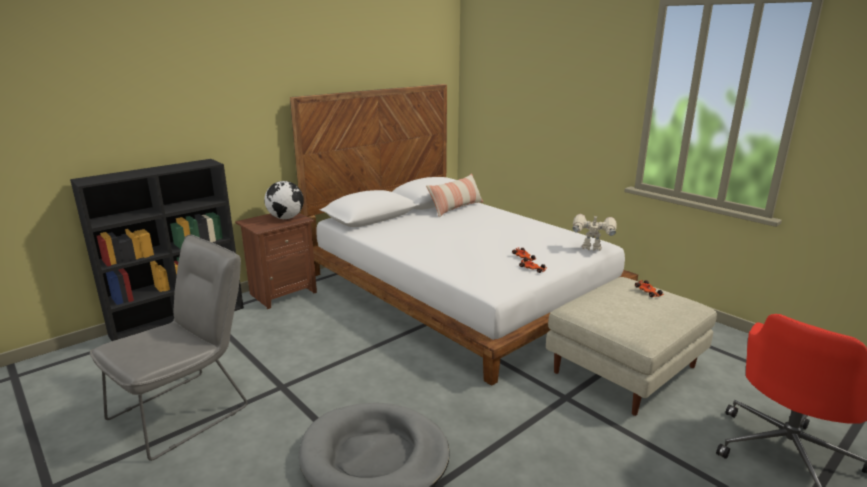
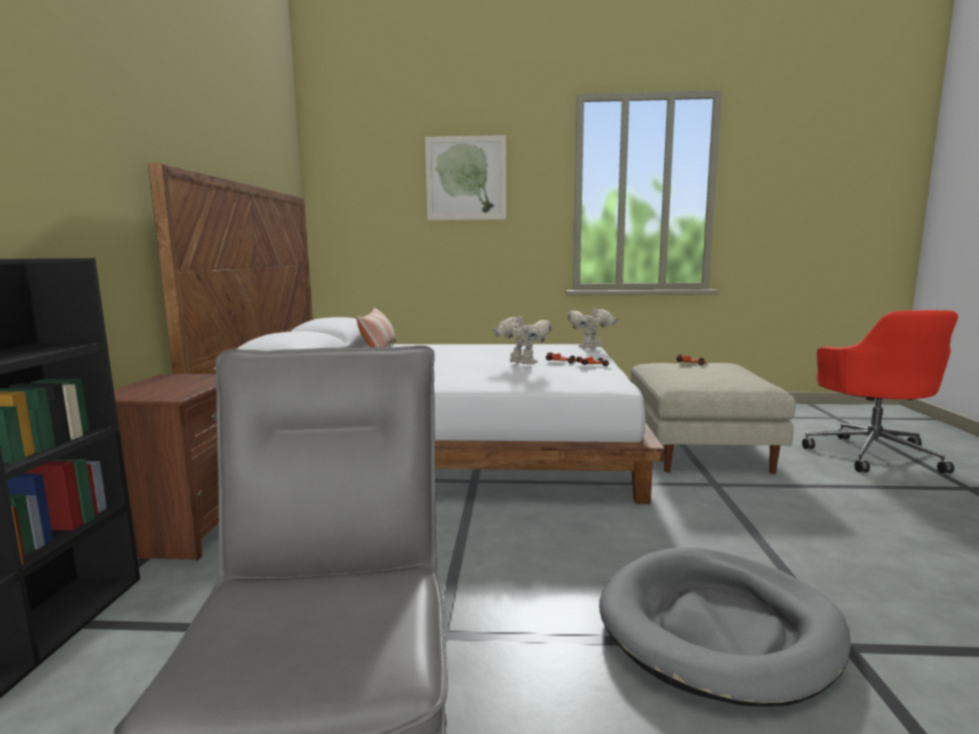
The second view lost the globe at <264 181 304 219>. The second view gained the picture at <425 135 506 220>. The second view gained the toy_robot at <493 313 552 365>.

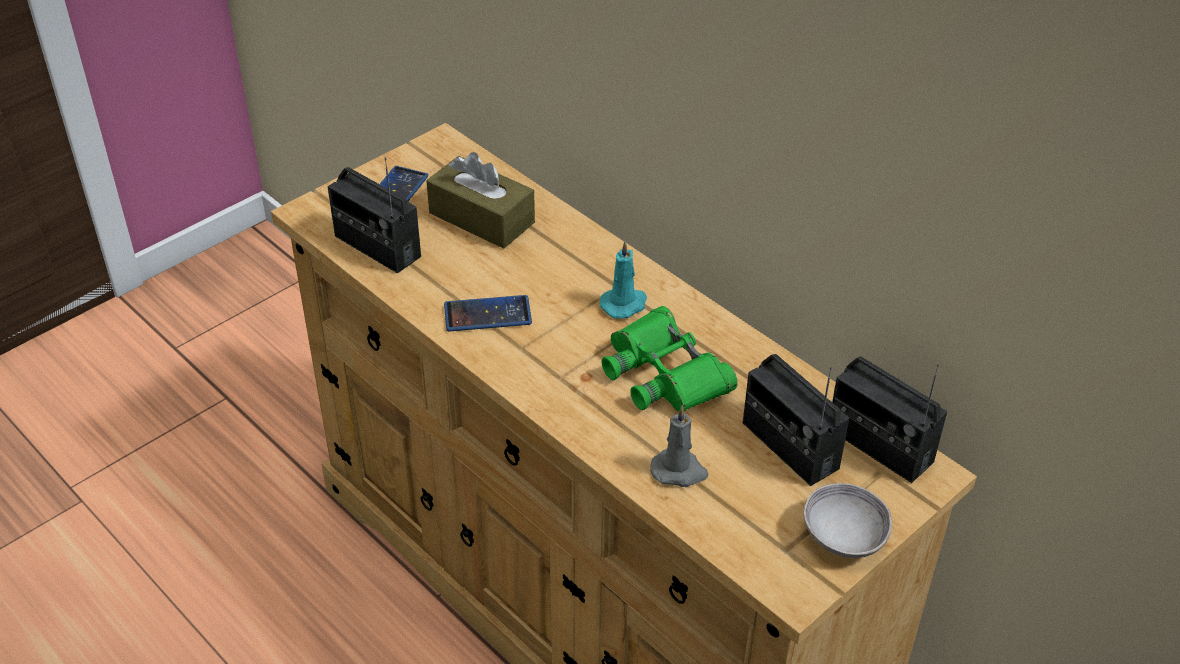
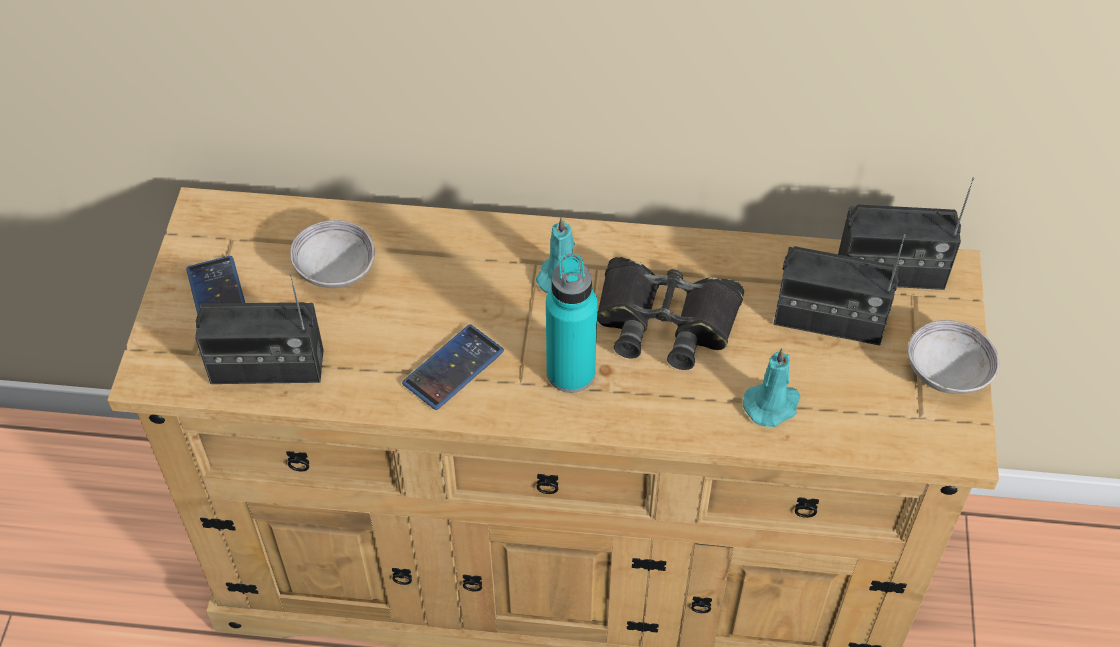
Where the brown_tissue_box stood at <426 152 535 249>, the grey_bowl came to stand at <290 220 375 288>. What was the green_binoculars at <601 306 738 412> turned into the black_binoculars at <597 257 744 370>. What was the grey_candle at <650 405 709 487> turned into the turquoise_candle at <743 347 800 427>. The second view gained the turquoise_bottle at <546 254 598 393>.

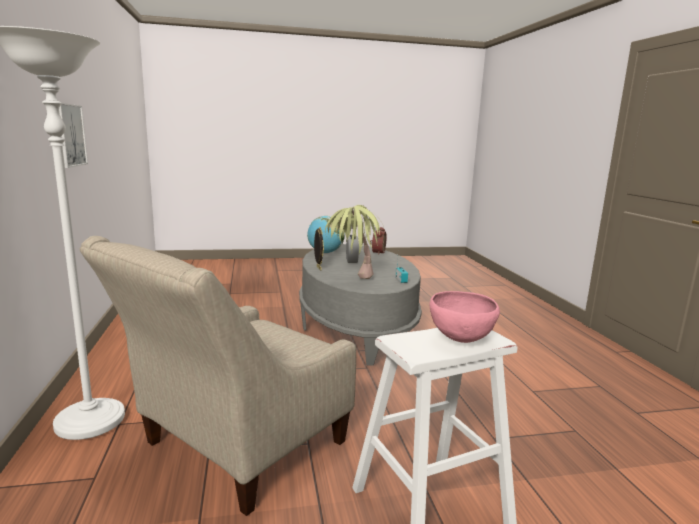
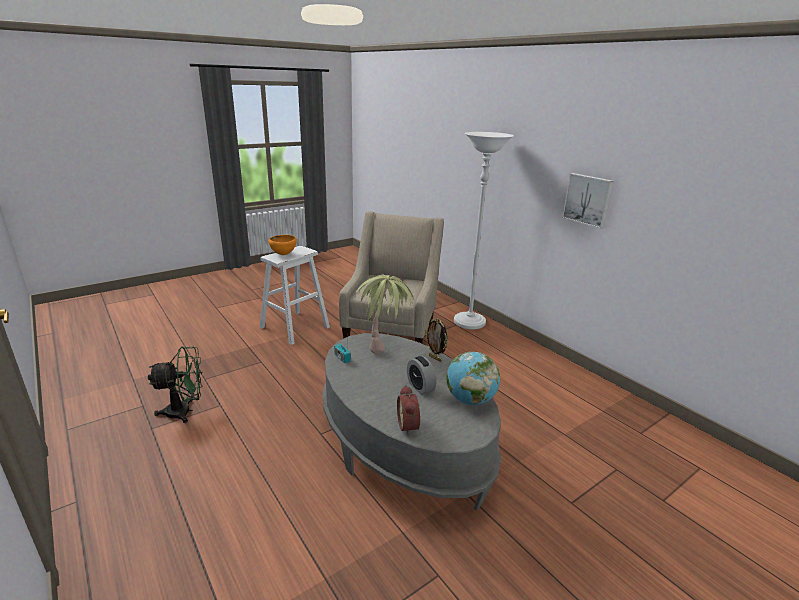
What was the pink_bowl at <430 291 500 343> turned into the orange_bowl at <269 235 297 255>. The second view gained the green_fan at <148 346 202 423>.

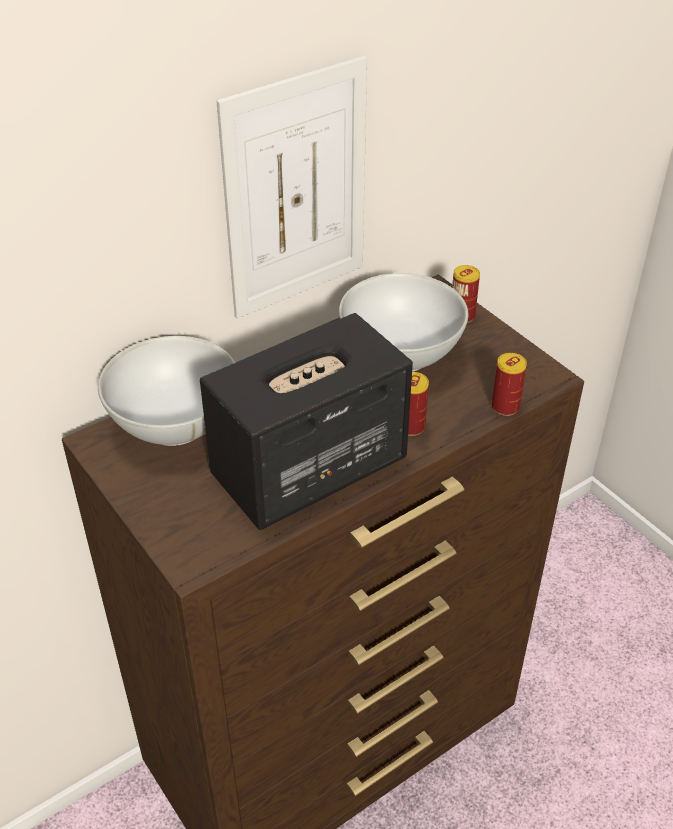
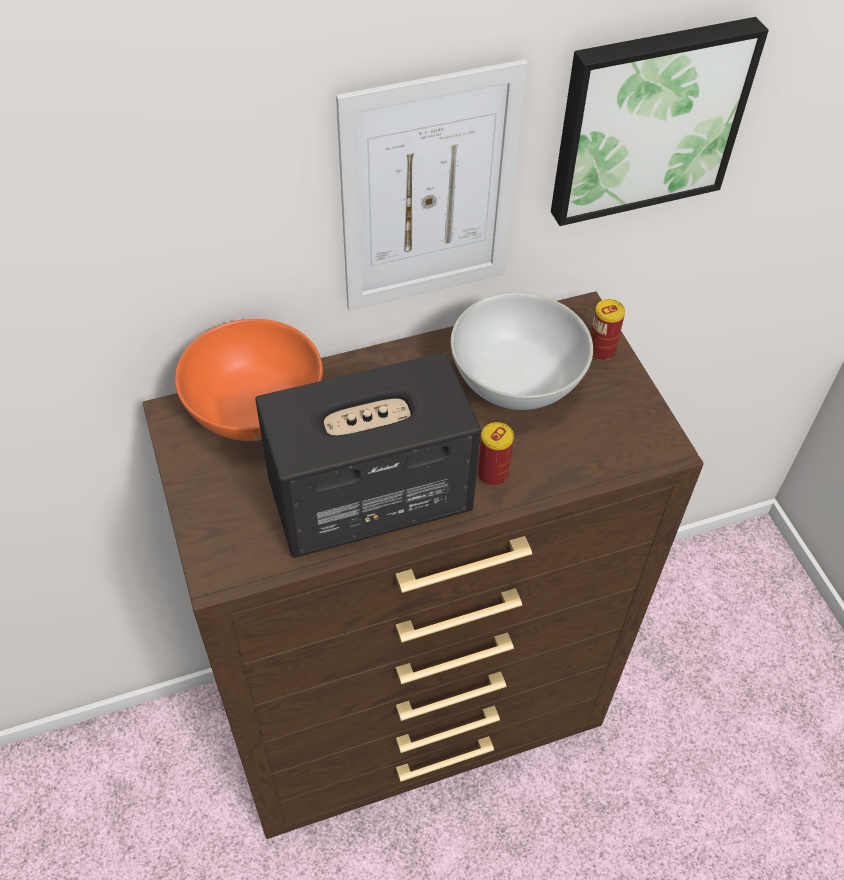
What was the white_bowl at <98 336 235 446> turned into the orange_bowl at <175 319 323 441>. The second view lost the can at <491 353 527 416>. The second view gained the picture at <551 17 769 226>.

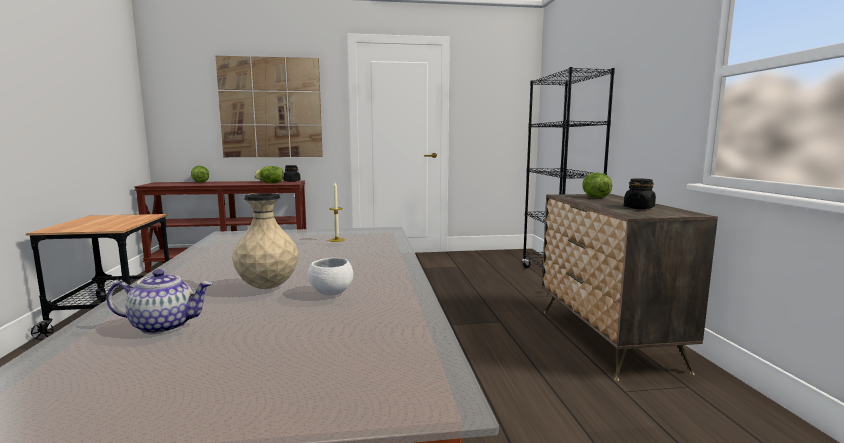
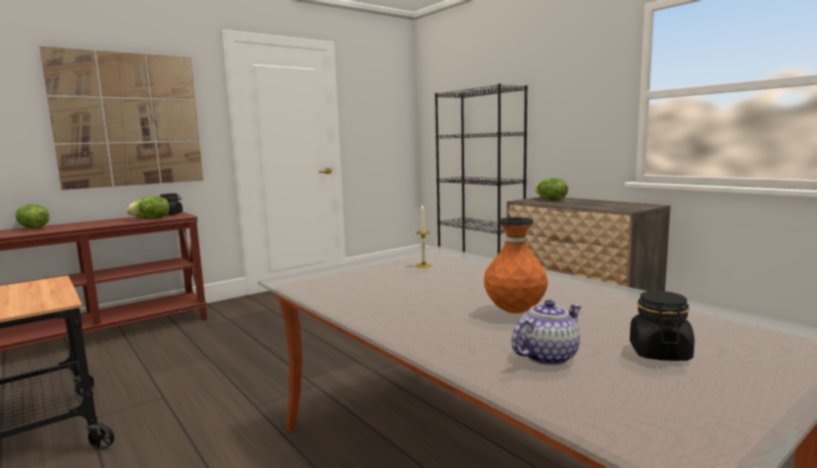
The black_jar ended up elsewhere, having gone from <624 178 656 209> to <630 291 694 361>. What was the beige_vase at <232 193 298 289> turned into the orange_vase at <484 217 548 313>. The second view lost the white_bowl at <308 258 353 296>.

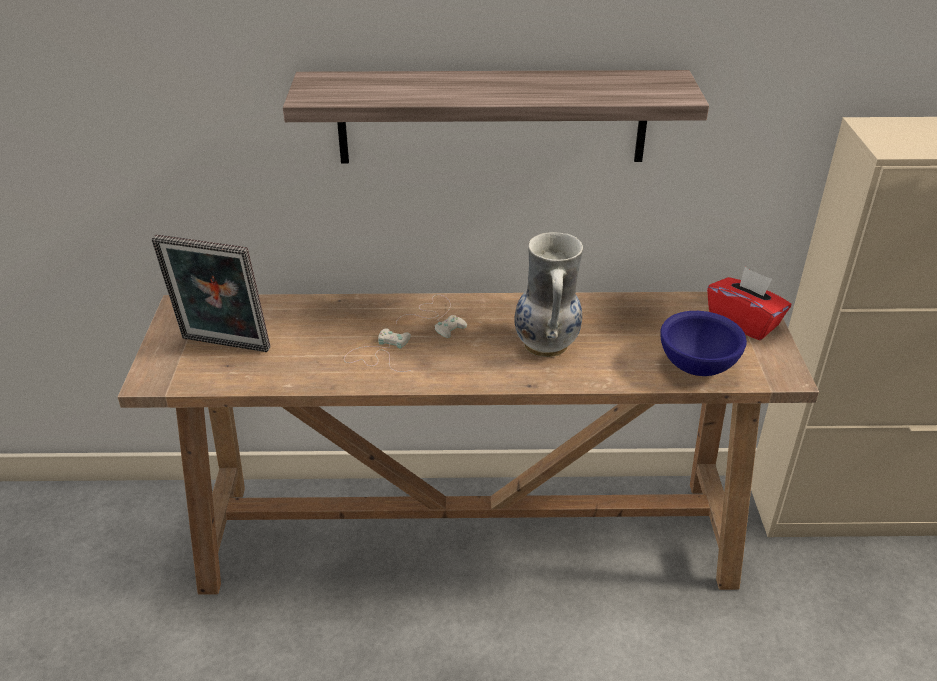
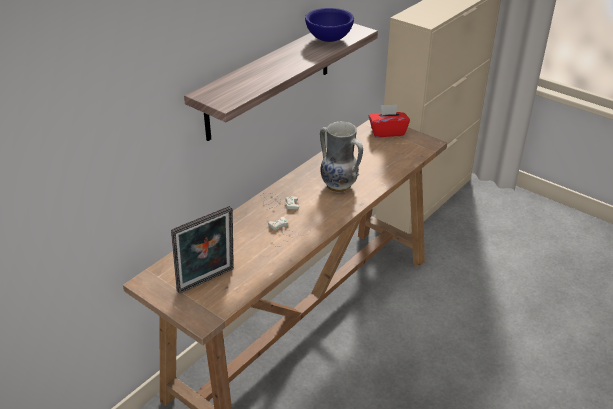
The blue_bowl ended up elsewhere, having gone from <660 311 747 376> to <305 8 354 42>.

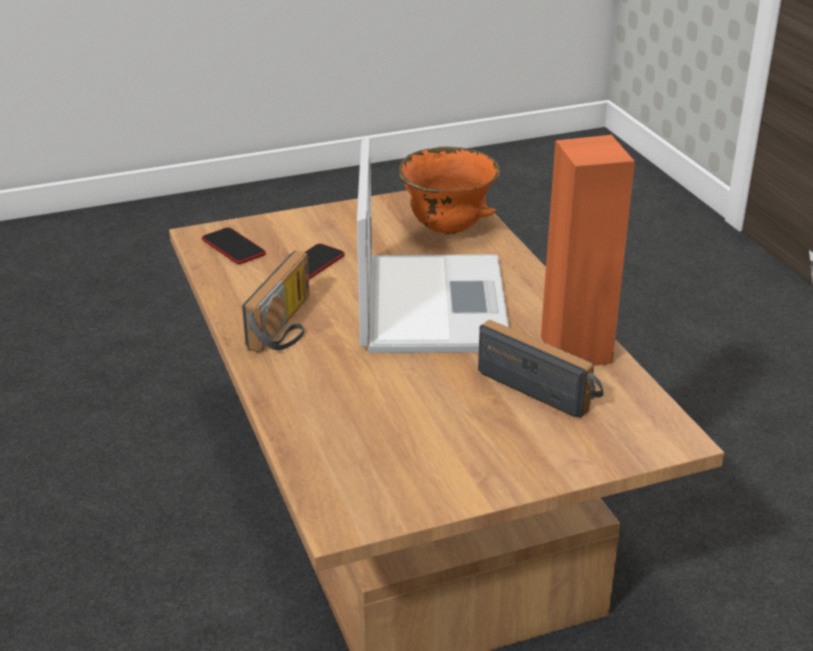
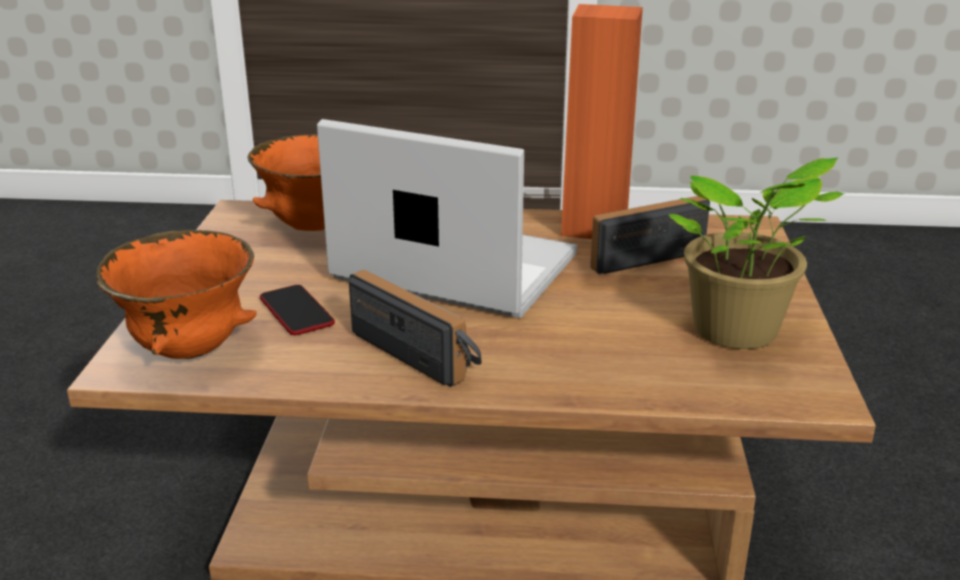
Where the phone stood at <202 227 266 264>, the orange_bowl came to stand at <96 230 257 359>. The second view gained the potted_plant at <669 158 845 349>.

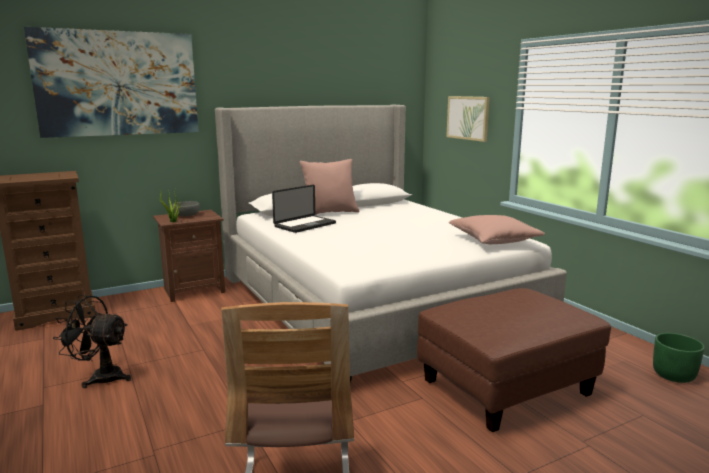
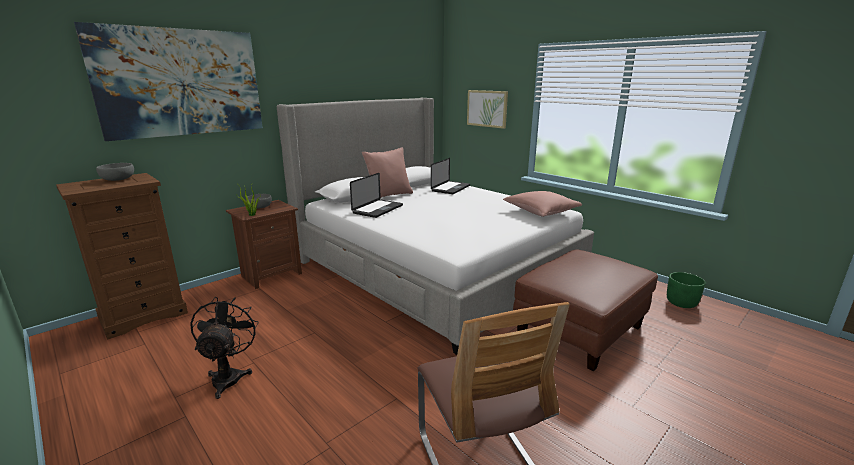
The black_fan at <53 295 131 388> ended up facing another way, 90 degrees clockwise from before. The second view gained the laptop at <431 158 470 194>. The second view gained the grey_bowl at <96 163 134 181>.

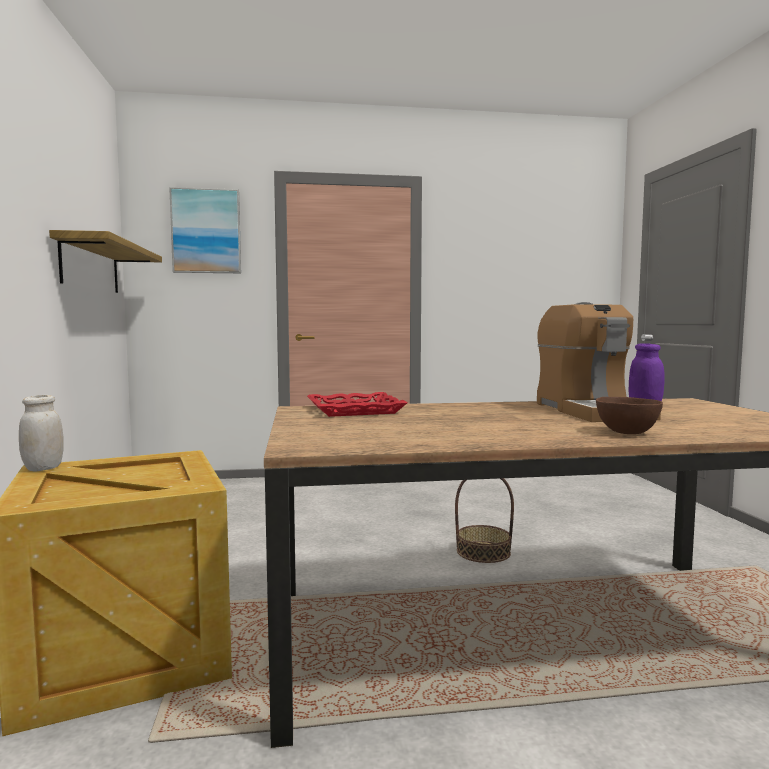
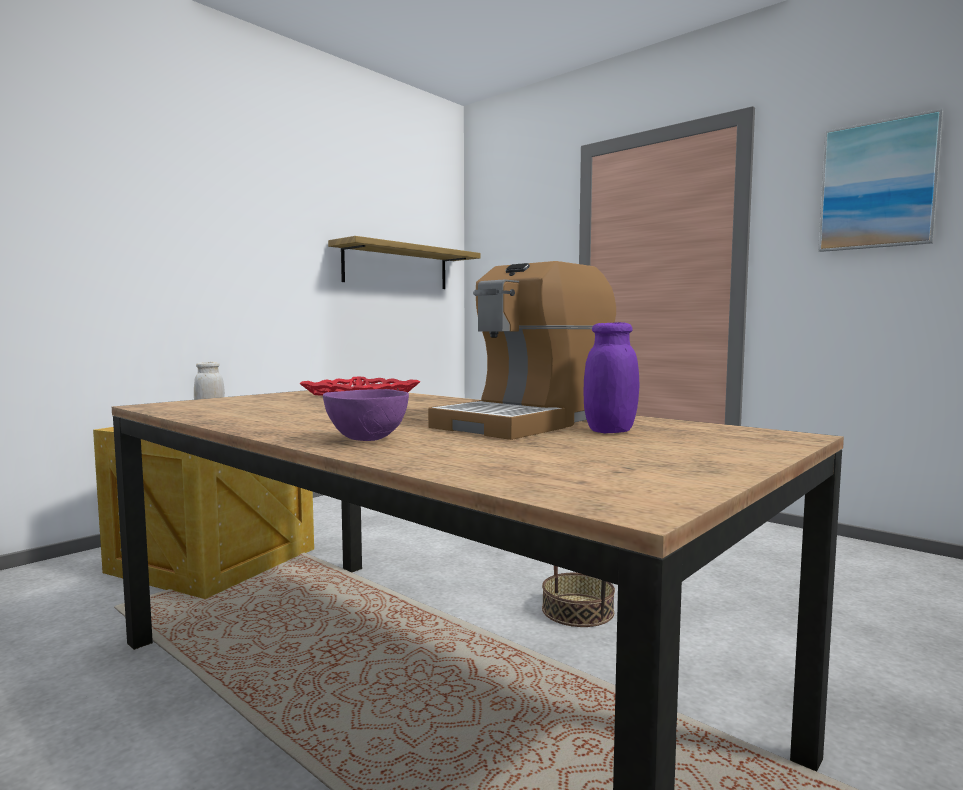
The picture ended up elsewhere, having gone from <169 187 241 273> to <818 109 943 252>. What was the brown_bowl at <596 397 663 434> turned into the purple_bowl at <323 389 409 441>.

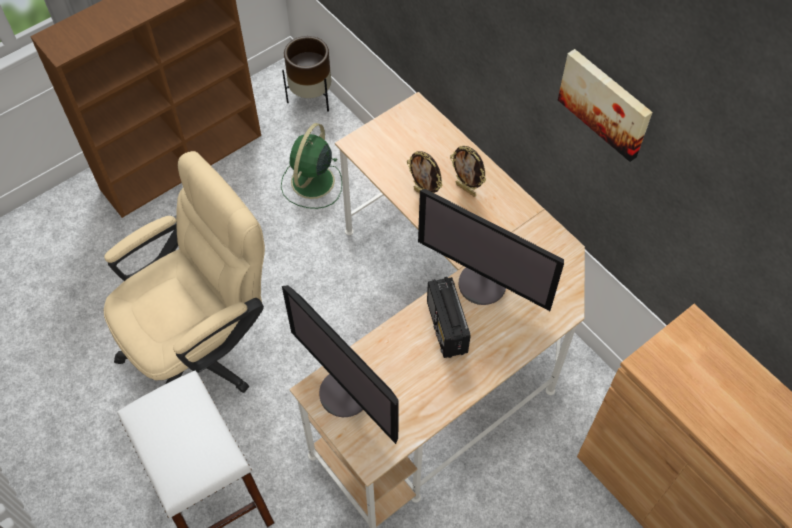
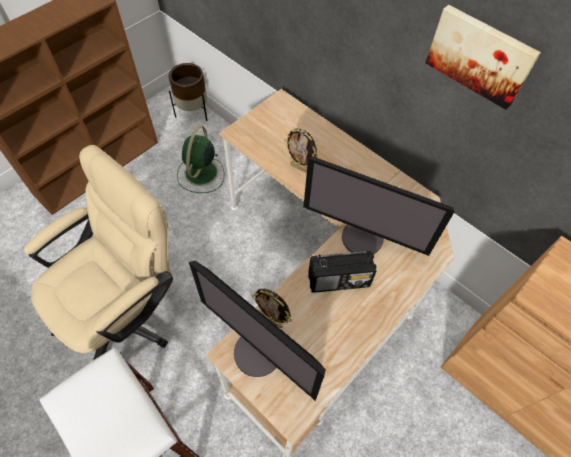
The picture_frame ended up elsewhere, having gone from <450 146 486 197> to <252 289 292 328>. The radio at <427 277 471 358> ended up facing another way, 75 degrees counterclockwise from before.

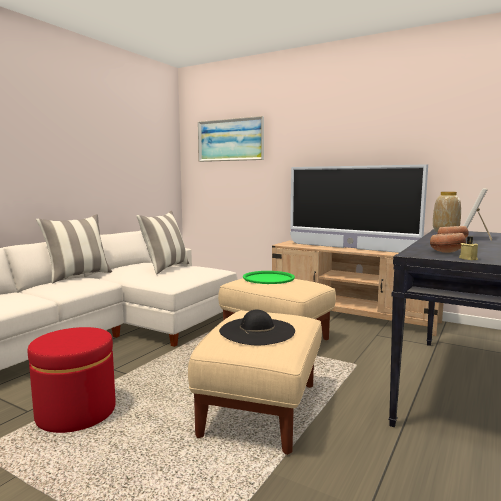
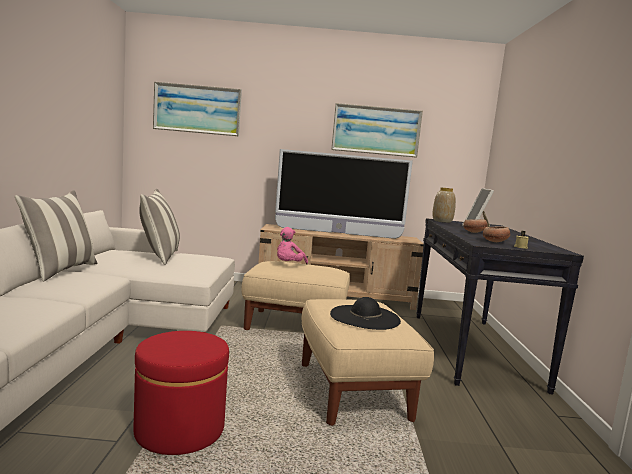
Where the green_tray stood at <243 271 295 284>, the pink_plush_toy came to stand at <277 227 308 264>. The second view gained the picture at <331 103 423 158>.

